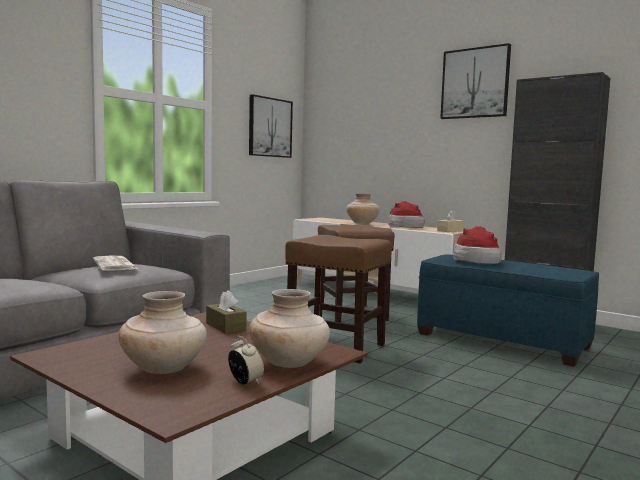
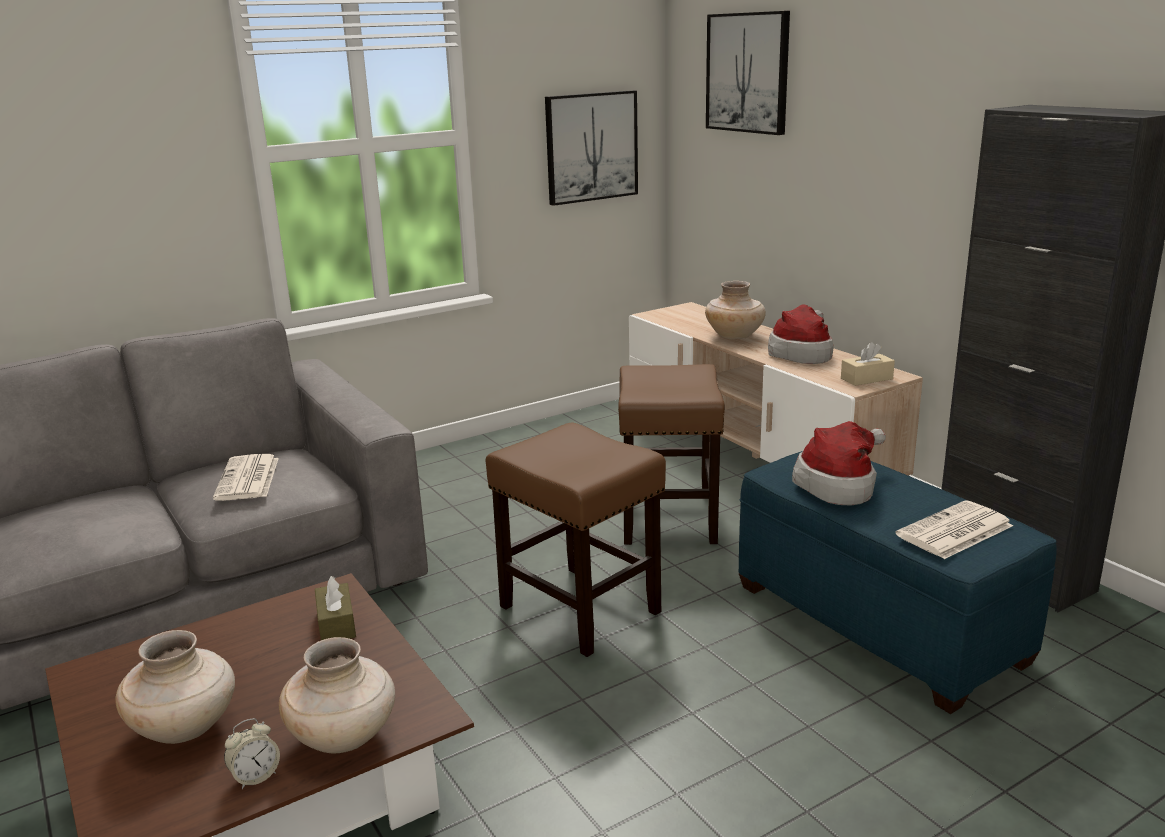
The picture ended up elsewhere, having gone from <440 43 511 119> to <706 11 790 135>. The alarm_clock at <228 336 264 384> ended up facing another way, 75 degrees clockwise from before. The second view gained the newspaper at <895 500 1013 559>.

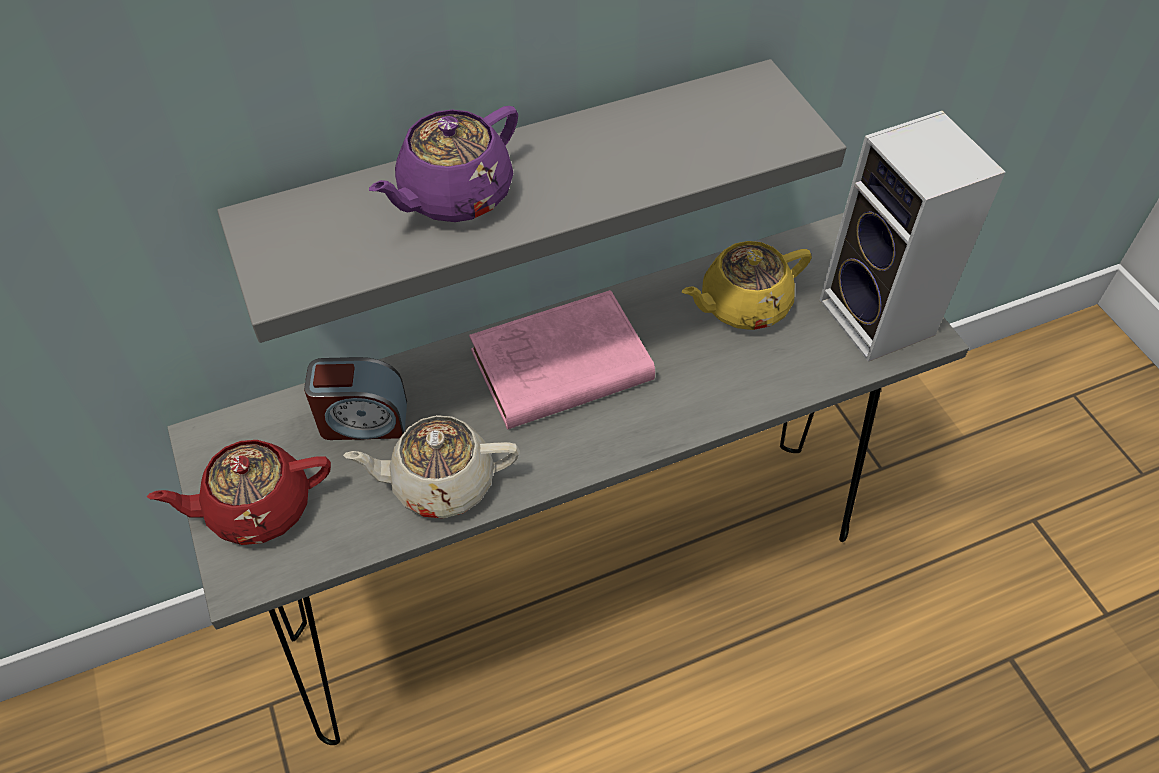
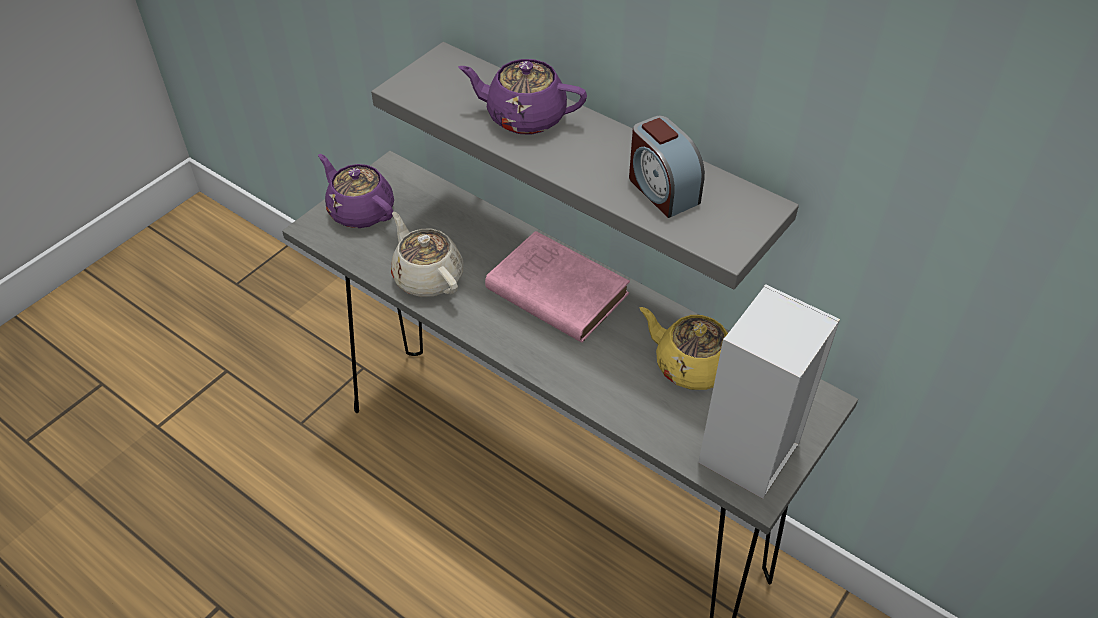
The alarm_clock ended up elsewhere, having gone from <304 357 407 440> to <629 115 705 218>. What was the red_teapot at <147 440 331 545> turned into the purple_teapot at <318 154 394 228>.

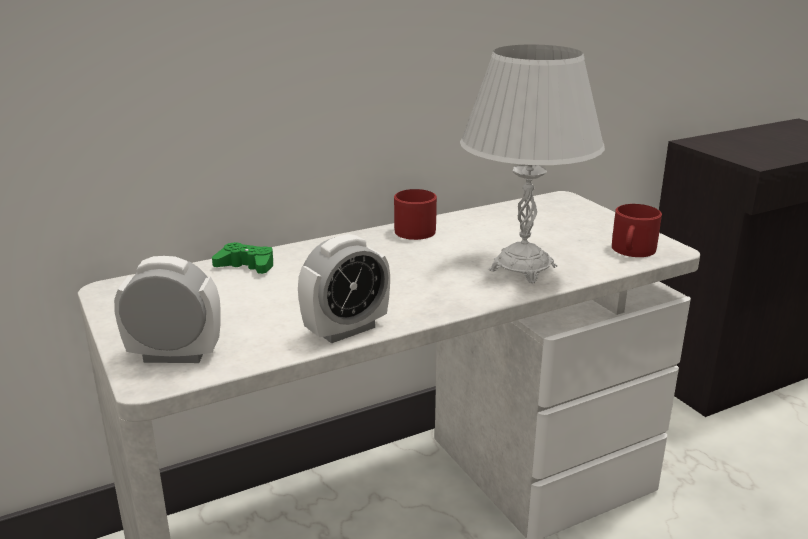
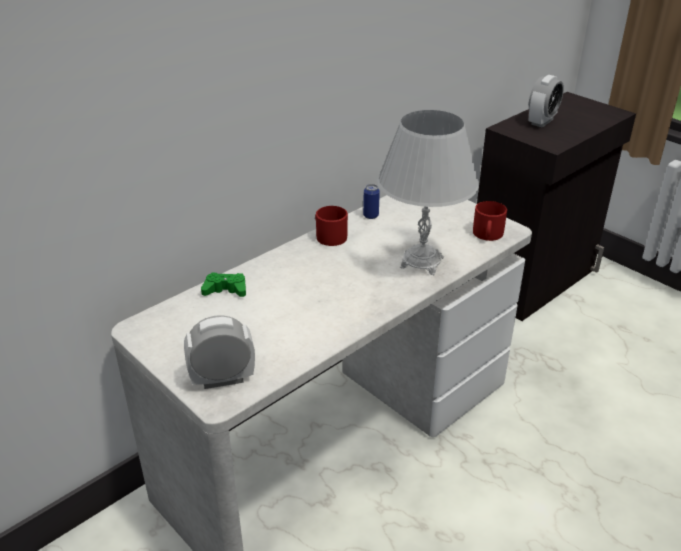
The alarm_clock ended up elsewhere, having gone from <298 234 390 343> to <528 75 564 128>. The second view gained the can at <363 184 380 219>.

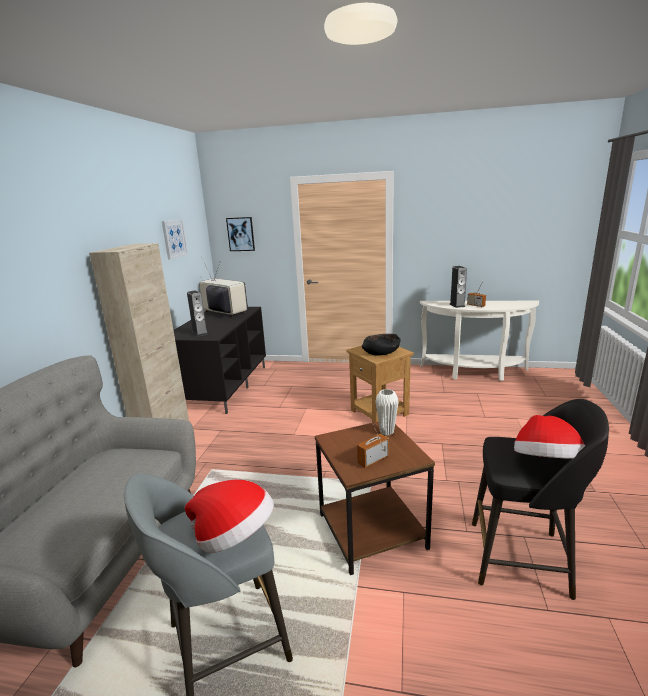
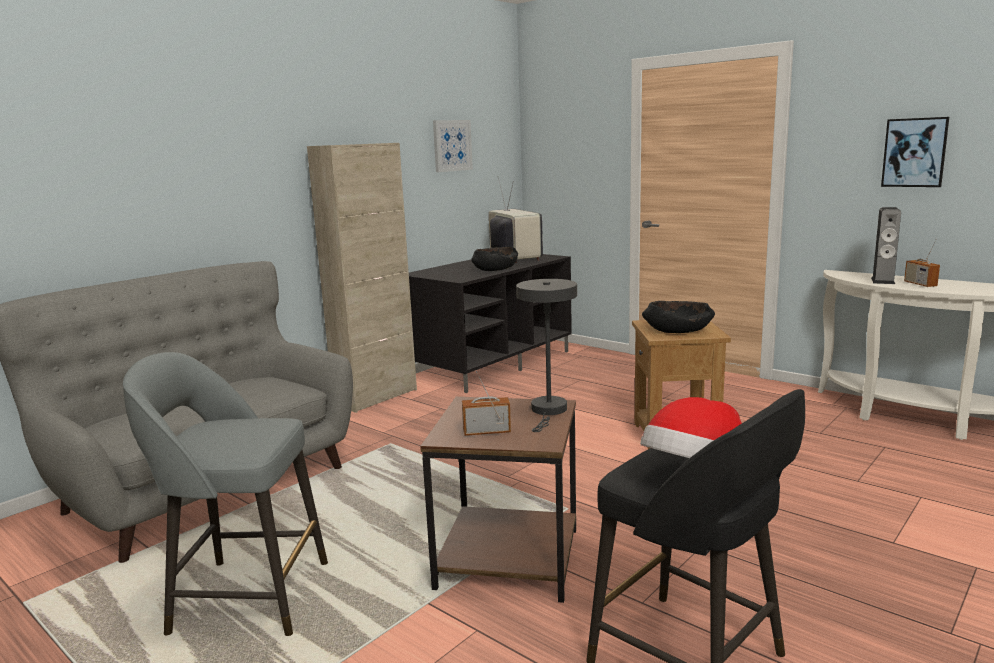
The picture ended up elsewhere, having gone from <226 217 255 251> to <881 117 949 187>. The second view lost the speaker at <187 290 208 337>. Where the white_vase stood at <376 389 398 436>, the grey_table_lamp came to stand at <516 279 577 432>. The second view lost the hat at <185 480 274 553>. The second view gained the black_bowl at <471 246 518 271>.

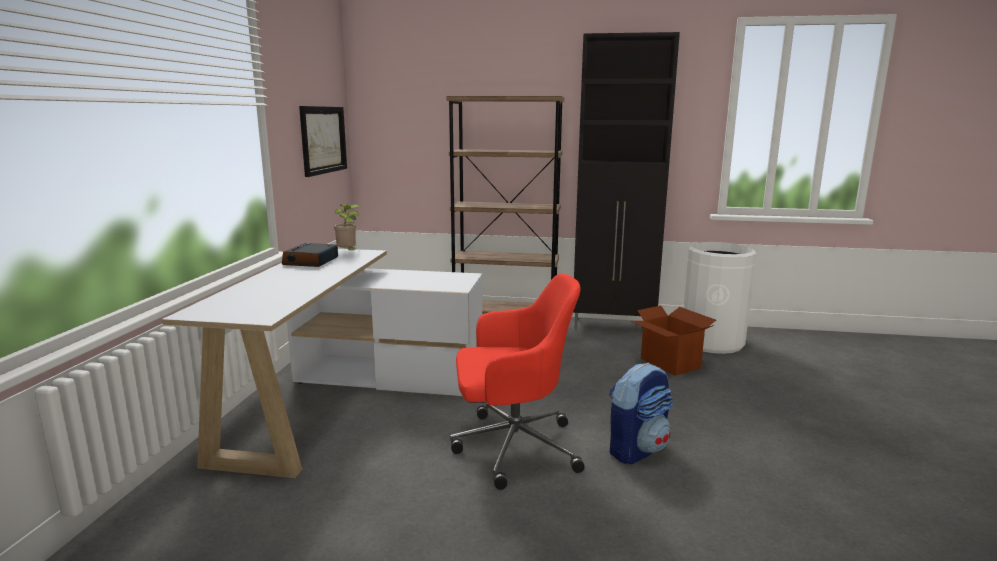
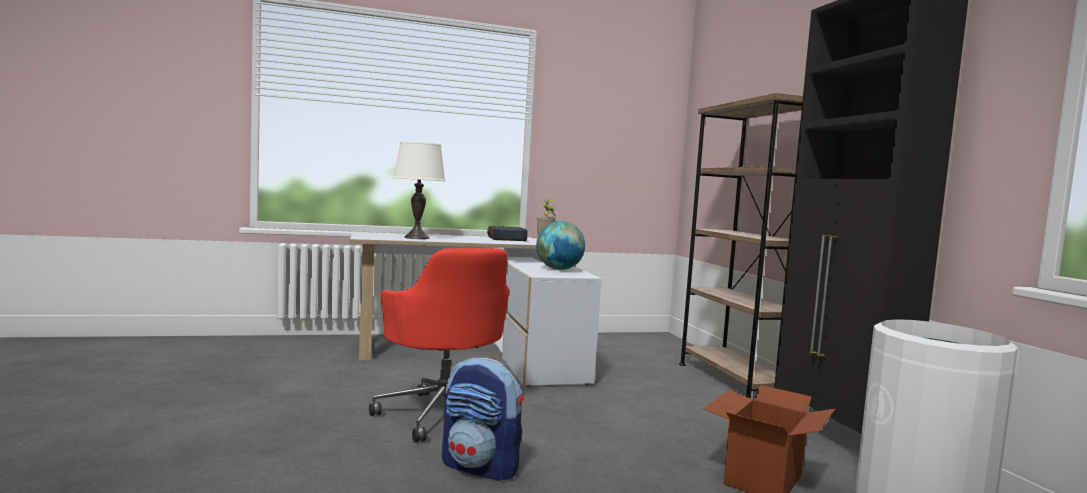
The second view lost the picture at <299 106 347 177>. The second view gained the white_table_lamp at <393 141 446 239>. The second view gained the globe at <536 221 585 270>.

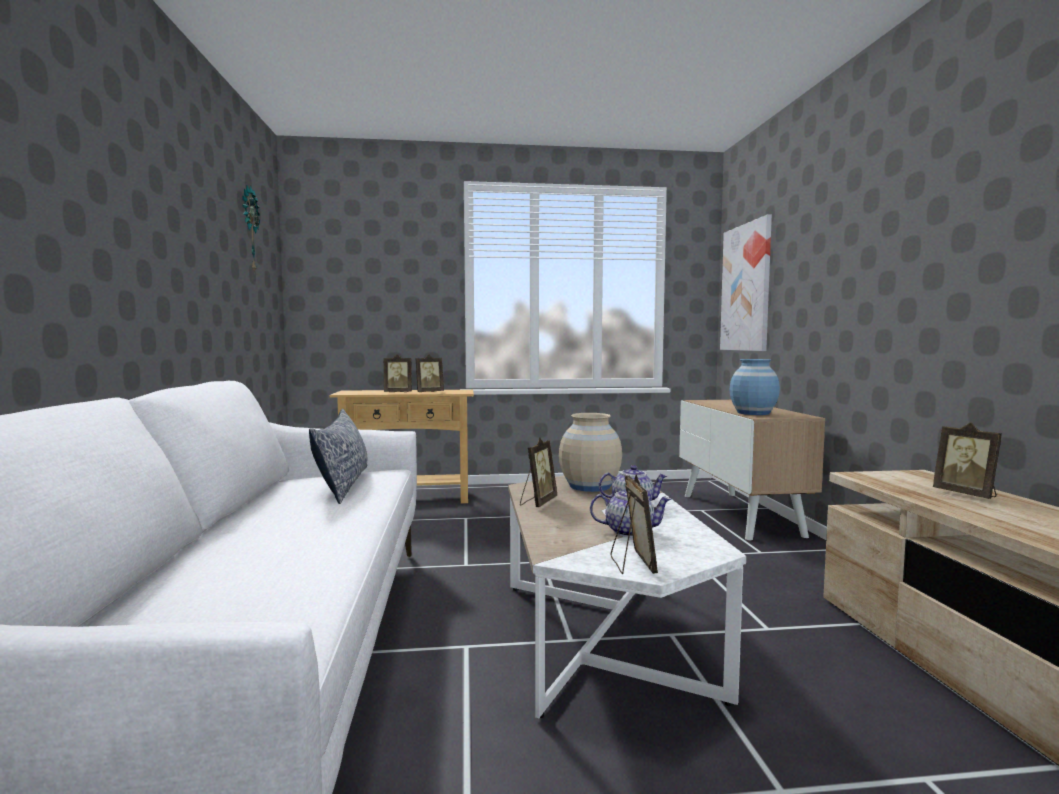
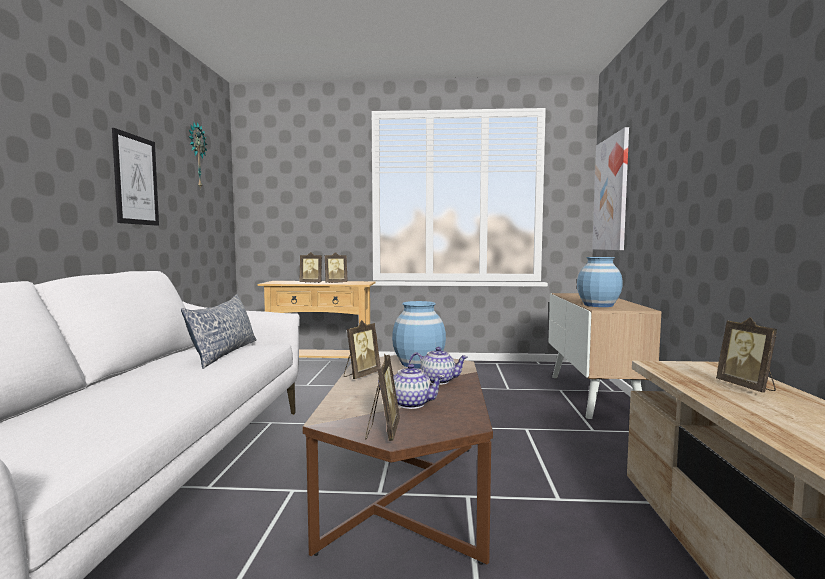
What was the beige_vase at <559 413 622 492> turned into the blue_vase at <392 301 446 368>. What was the white_coffee_table at <508 476 746 718> turned into the brown_coffee_table at <302 355 493 565>. The second view gained the picture at <112 128 159 226>.

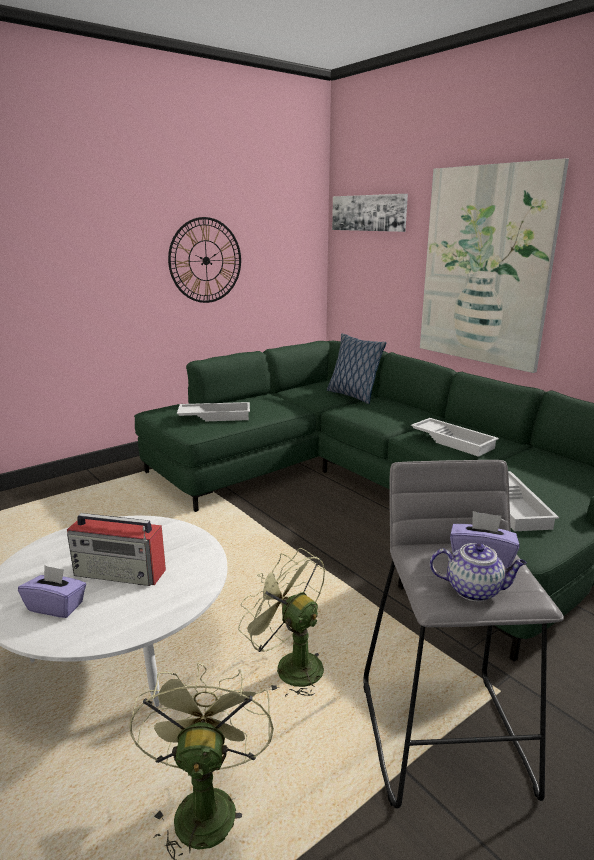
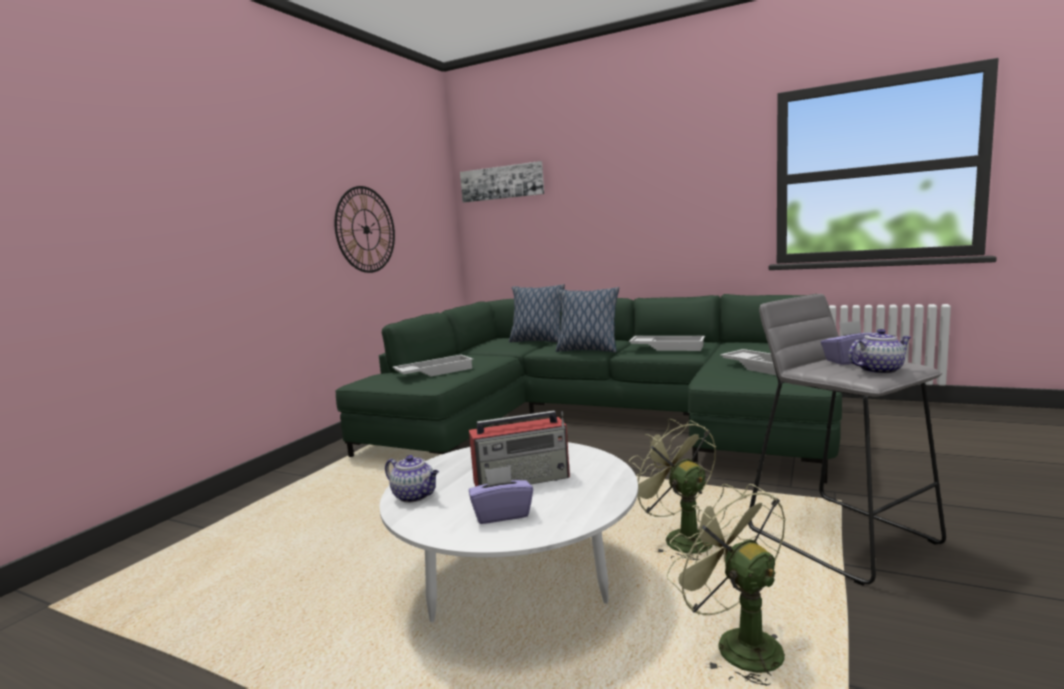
The second view lost the picture at <420 158 569 373>. The green_fan at <238 548 325 697> ended up facing another way, 45 degrees clockwise from before. The second view gained the pillow at <556 287 619 352>. The second view gained the teapot at <385 455 439 503>.

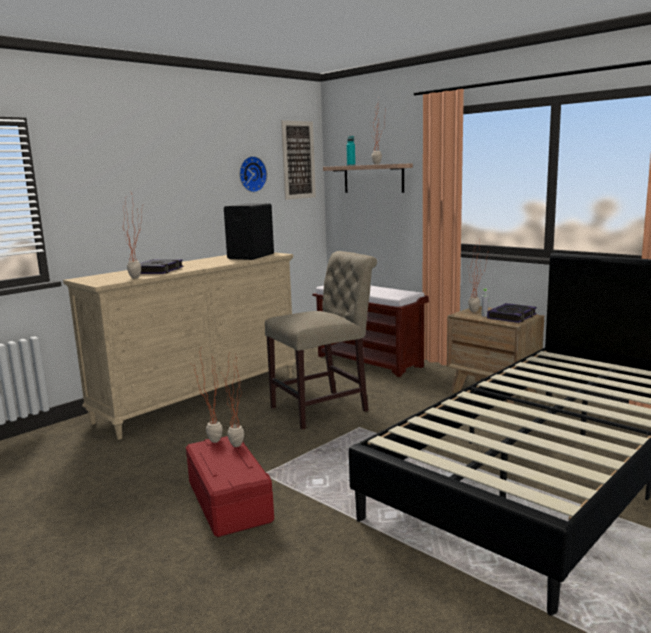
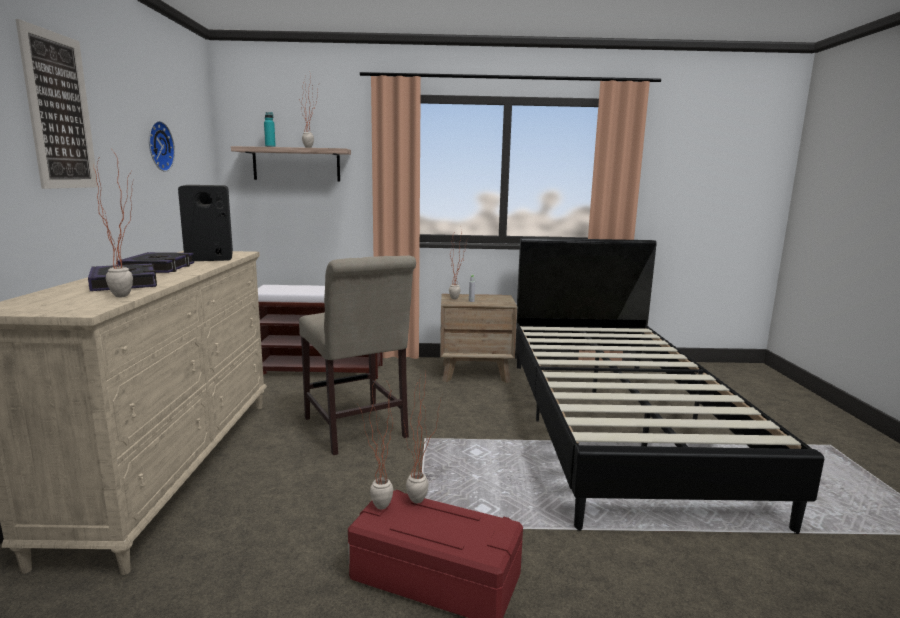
The picture ended up elsewhere, having gone from <281 120 316 200> to <16 19 98 189>. The beige_chair at <265 251 377 429> ended up facing another way, 135 degrees clockwise from before. The book ended up elsewhere, having gone from <487 303 537 323> to <117 252 194 273>.

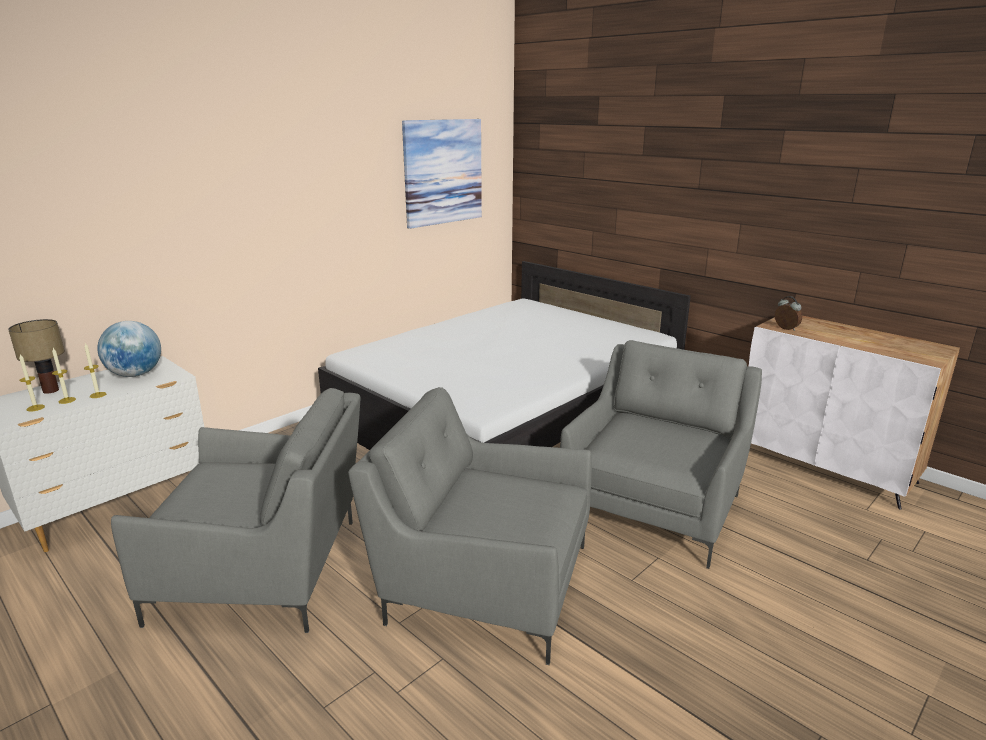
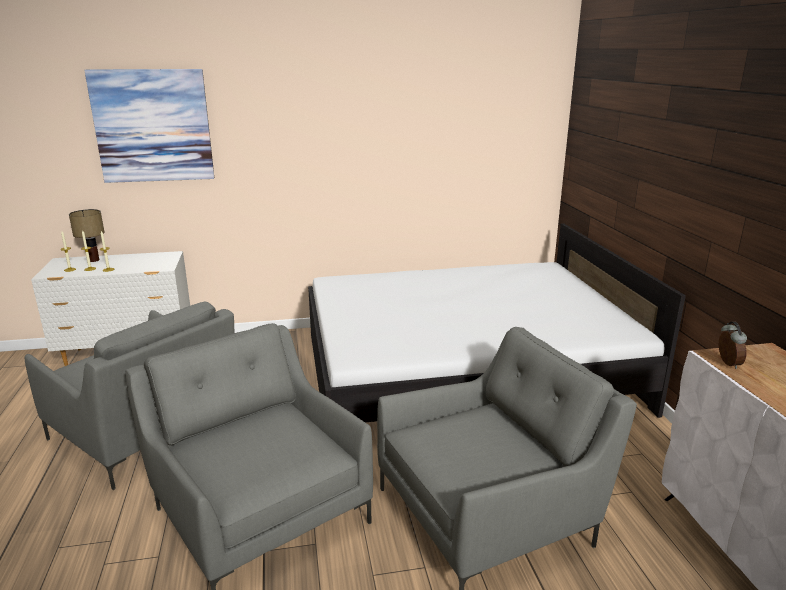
The picture ended up elsewhere, having gone from <402 119 482 229> to <84 69 214 183>. The second view lost the globe at <97 321 161 377>.

